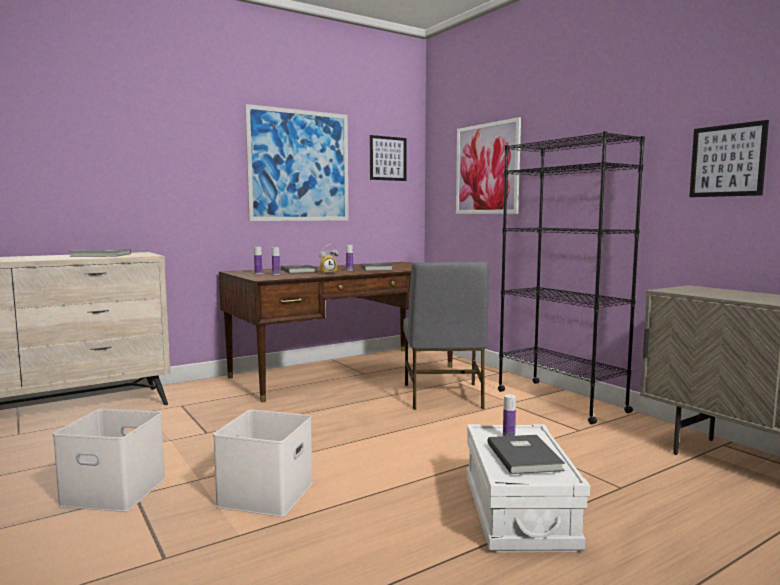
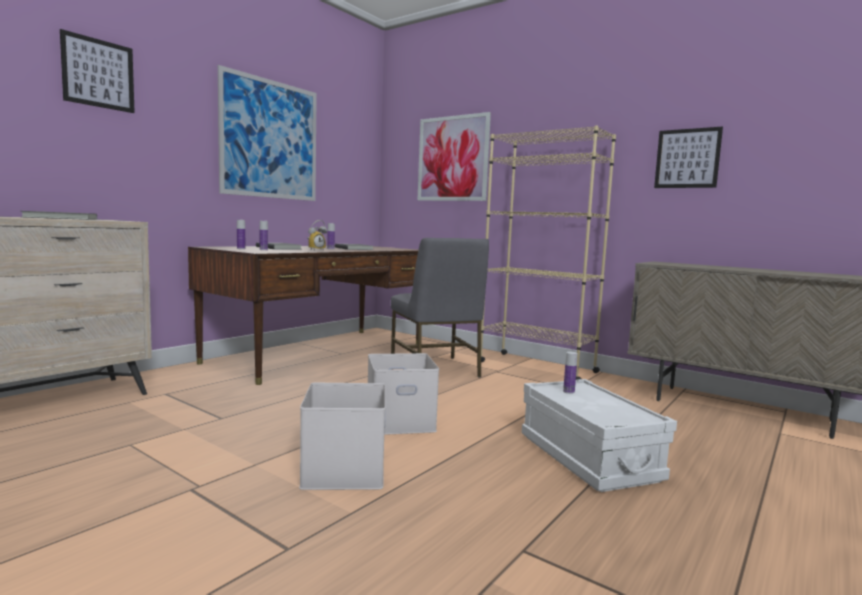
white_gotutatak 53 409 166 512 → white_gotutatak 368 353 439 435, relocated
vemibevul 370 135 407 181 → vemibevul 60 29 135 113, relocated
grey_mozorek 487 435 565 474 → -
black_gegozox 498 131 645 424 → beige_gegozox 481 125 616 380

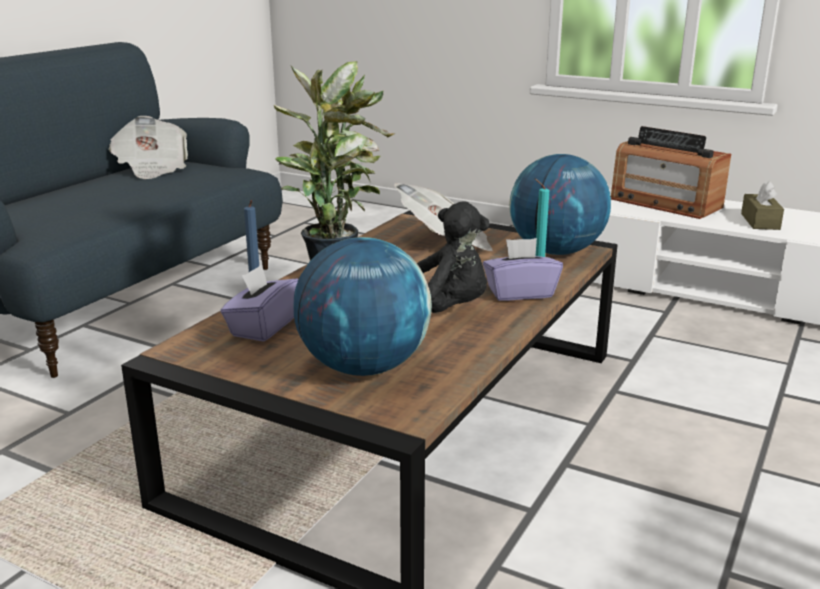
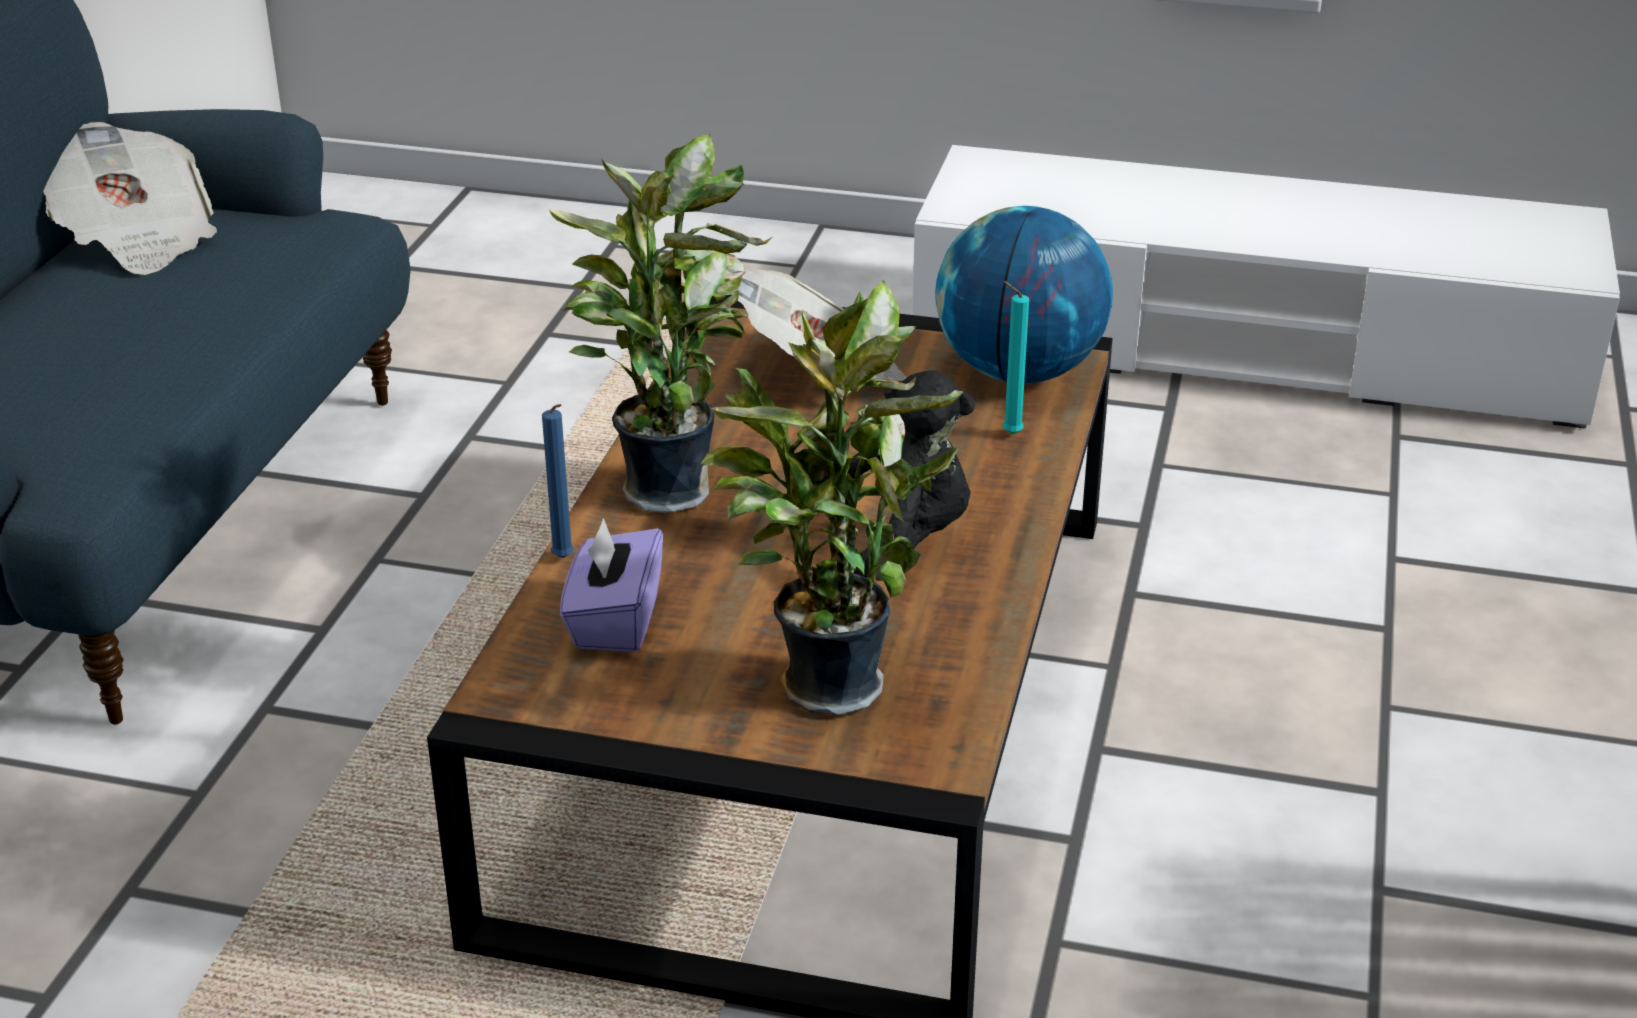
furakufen 294 237 432 376 → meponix 701 280 964 715
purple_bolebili 483 238 563 301 → -
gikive 611 126 731 219 → -
brown_bolebili 741 181 784 230 → -

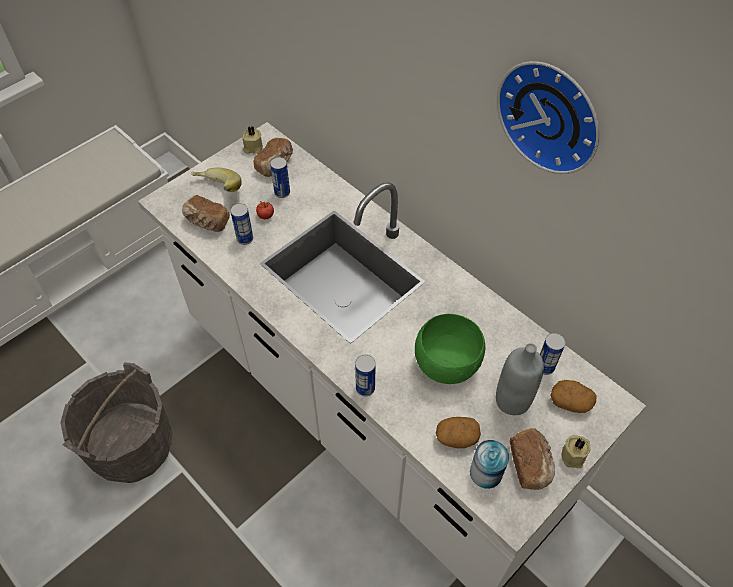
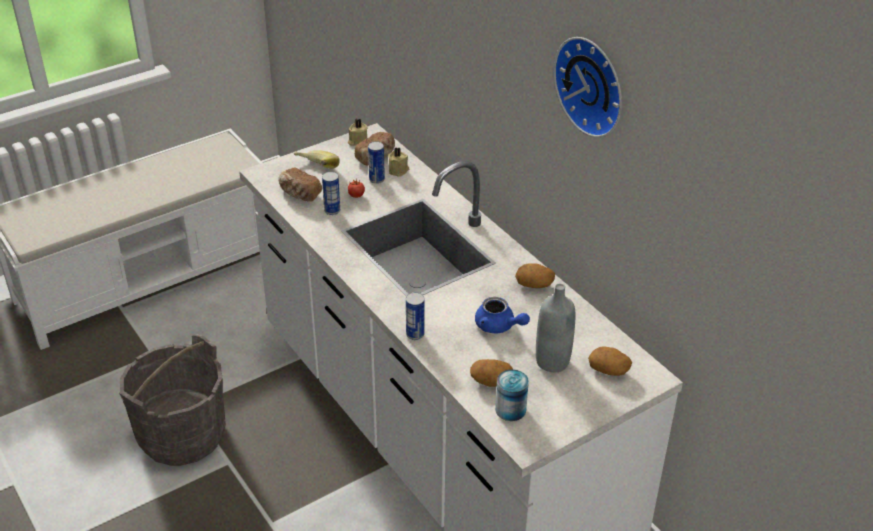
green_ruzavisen 415 314 485 384 → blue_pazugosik 475 297 530 334
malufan 510 428 555 490 → -
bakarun 540 333 566 375 → -
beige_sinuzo 561 435 591 469 → beige_sinuzo 388 147 409 177, relocated
- → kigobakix 515 263 555 288

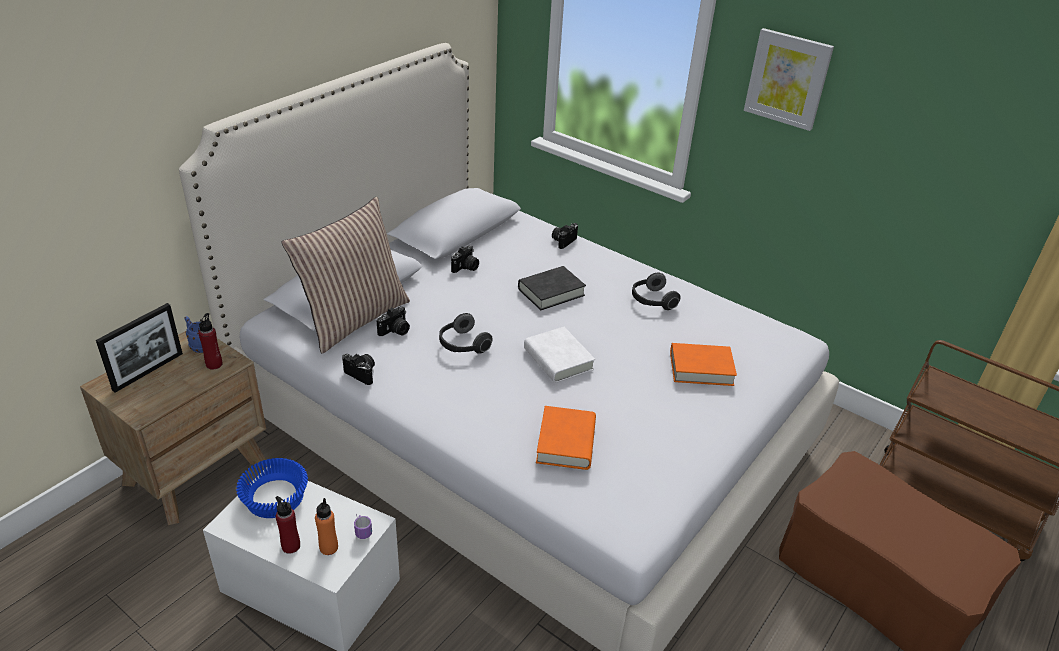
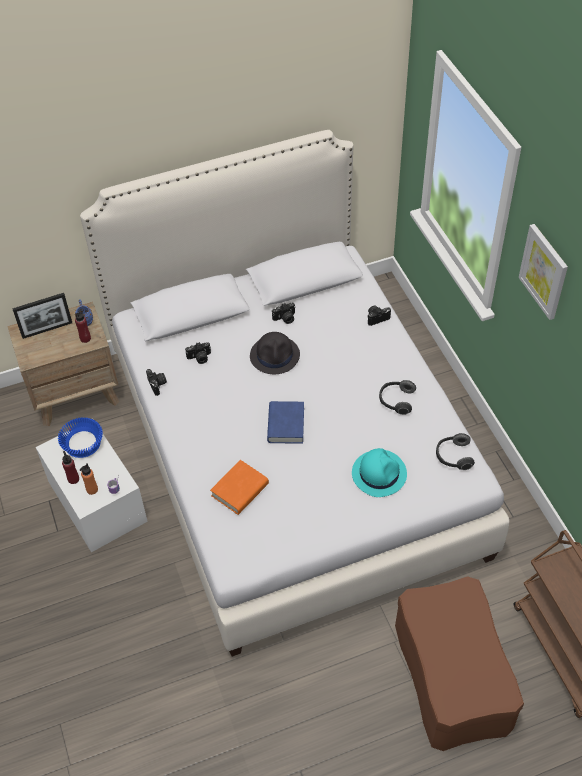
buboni 281 197 410 354 → -
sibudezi 439 313 493 354 → sibudezi 436 433 475 470, relocated
black_mozorek 518 266 586 310 → -
white_mozorek 524 327 595 383 → blue_mozorek 267 401 304 444
orange_mozorek 670 343 737 386 → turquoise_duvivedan 352 448 407 497
- → black_duvivedan 250 332 300 374

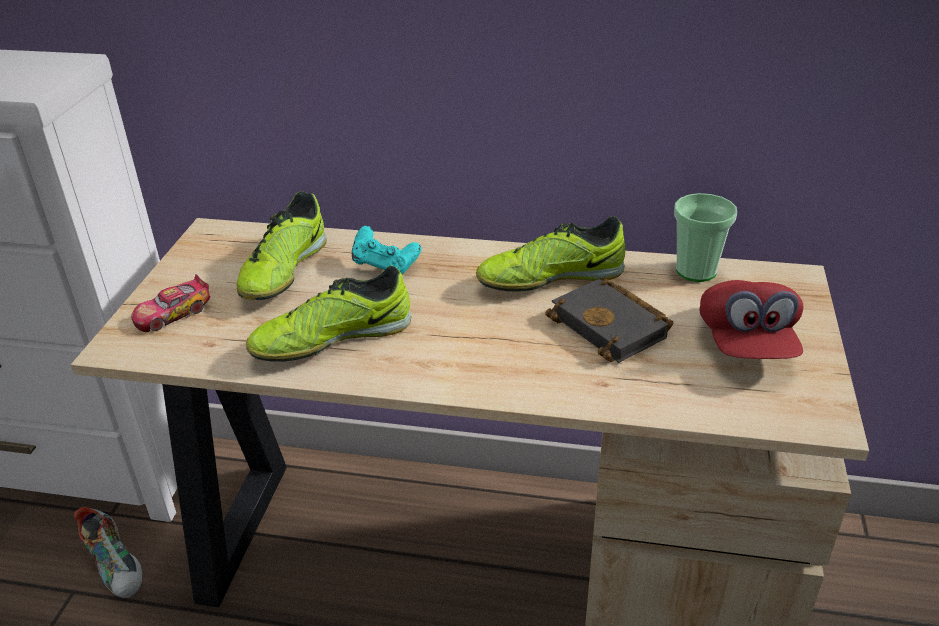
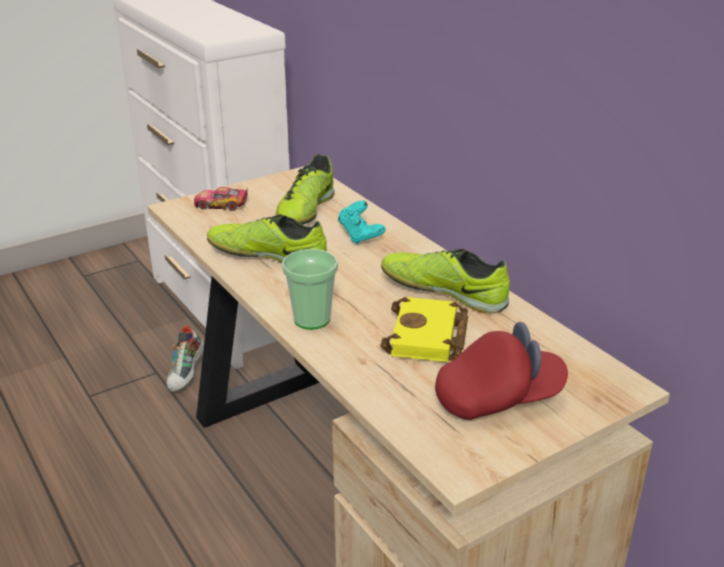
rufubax 236 191 327 300 → rufubax 276 154 335 225, 45 degrees counterclockwise
black_mozorek 545 279 673 363 → yellow_mozorek 380 297 468 362
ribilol 674 193 737 282 → ribilol 282 249 338 330, relocated
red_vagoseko 700 280 803 359 → red_vagoseko 435 322 568 420, 150 degrees counterclockwise

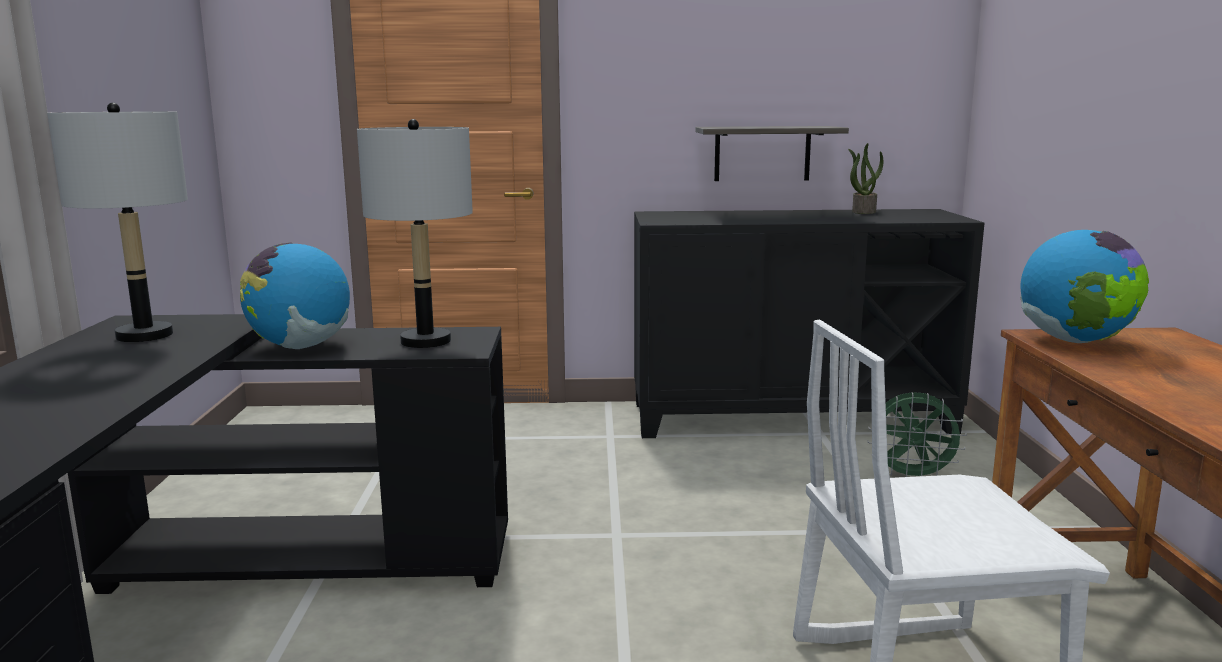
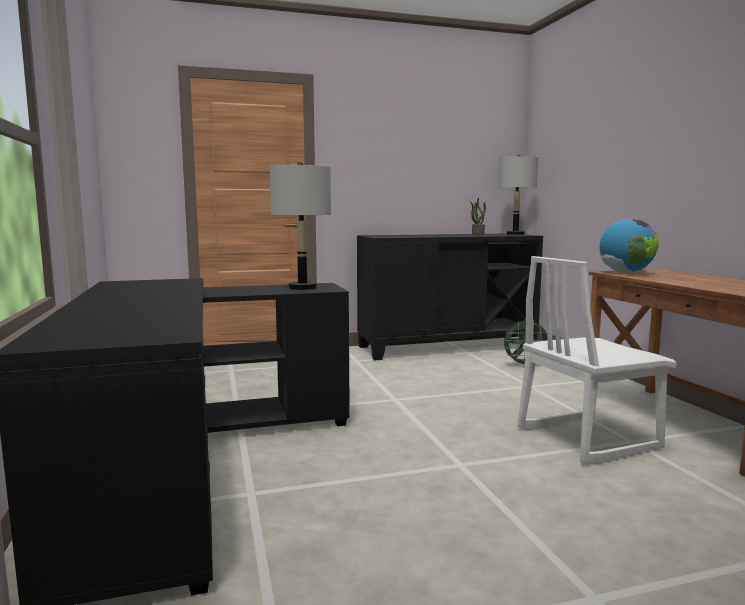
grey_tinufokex 47 102 188 342 → grey_tinufokex 498 155 538 235, relocated
furakufen 240 242 350 349 → -
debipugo 695 126 849 181 → -

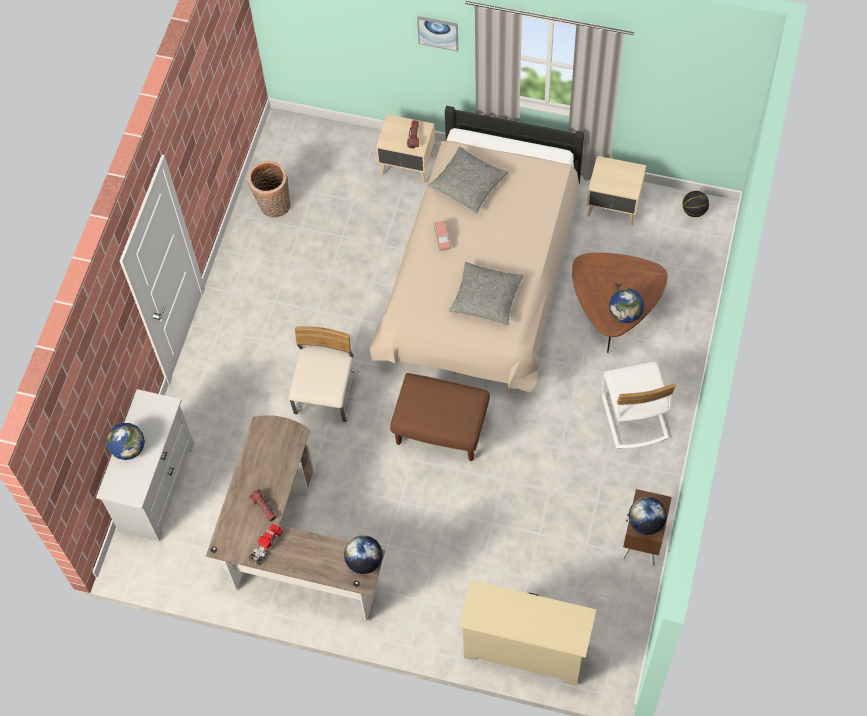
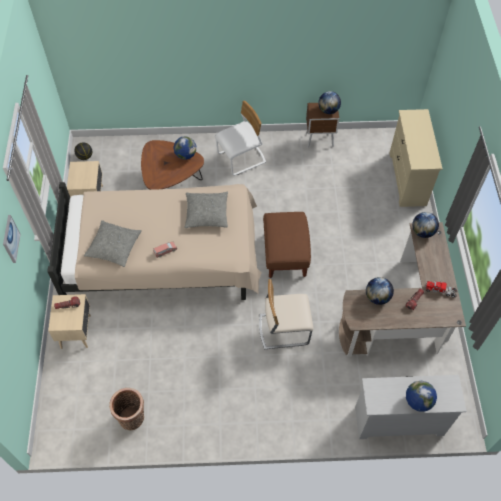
- → furakufen 366 277 394 305

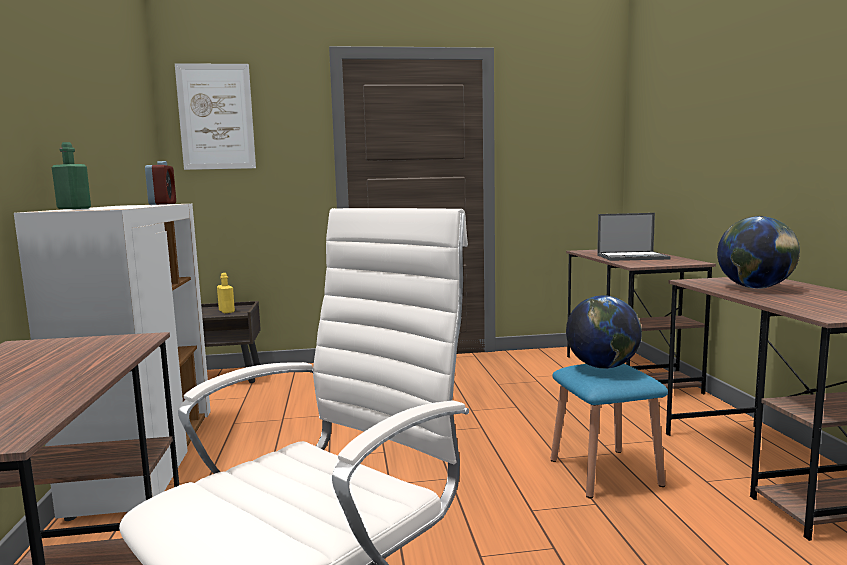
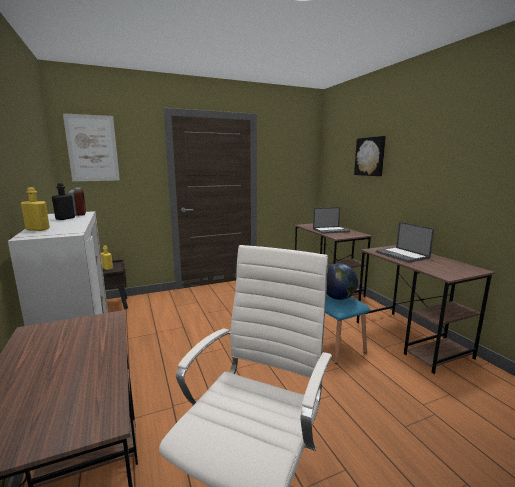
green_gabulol 52 142 91 209 → yellow_gabulol 21 187 50 231
furakufen 717 216 800 289 → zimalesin 376 222 434 263
- → black_gabulol 52 183 75 220
- → vemibevul 354 136 386 176

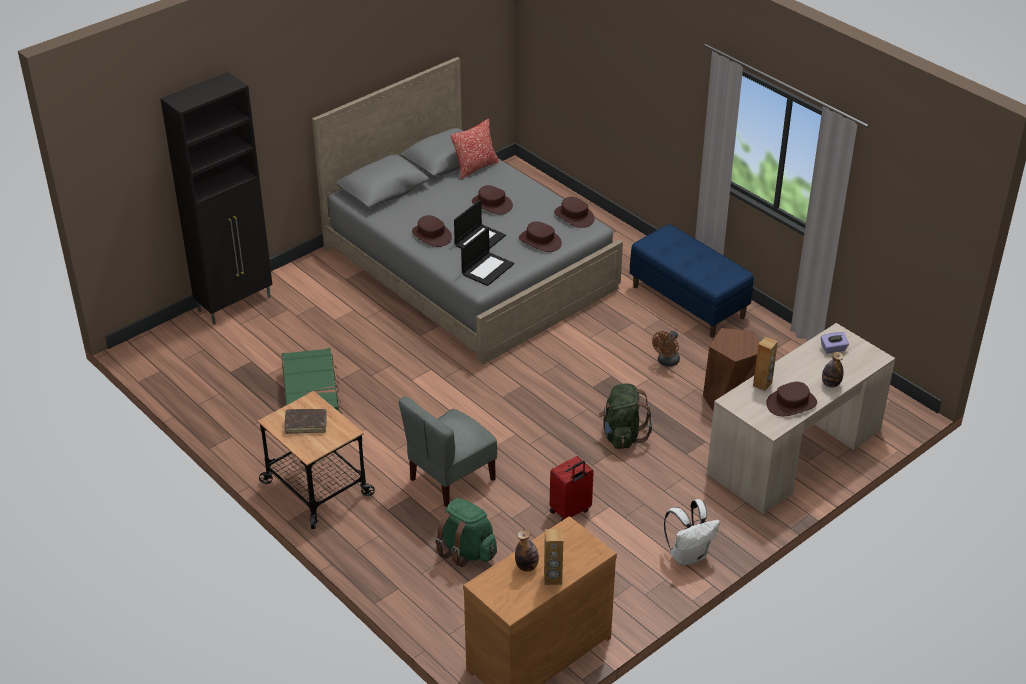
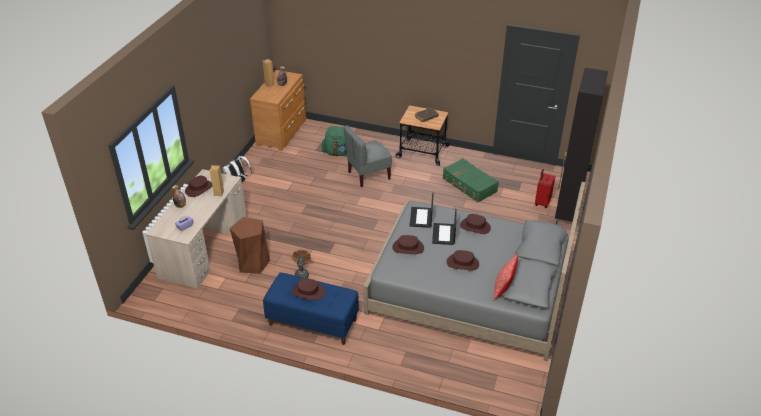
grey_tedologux 399 396 497 507 → grey_tedologux 344 126 392 187, 135 degrees counterclockwise
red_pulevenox 550 456 594 521 → red_pulevenox 535 169 555 208, relocated
brown_duvivedan 554 197 595 228 → brown_duvivedan 292 278 325 300, relocated
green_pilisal 599 383 653 449 → -

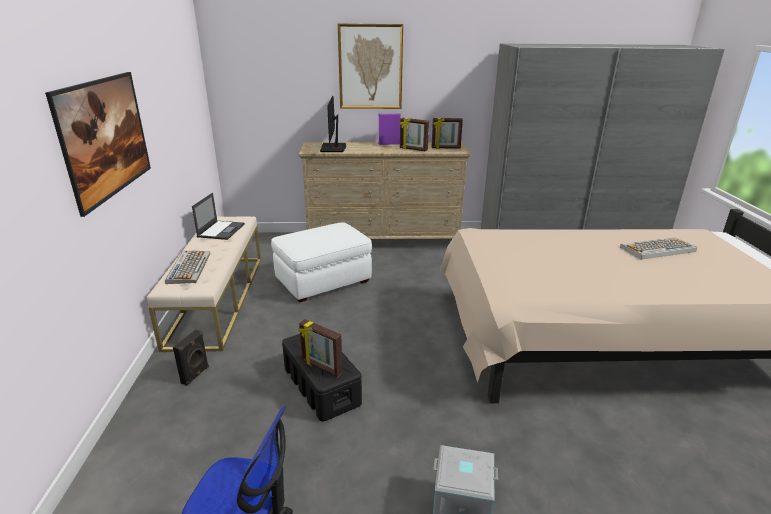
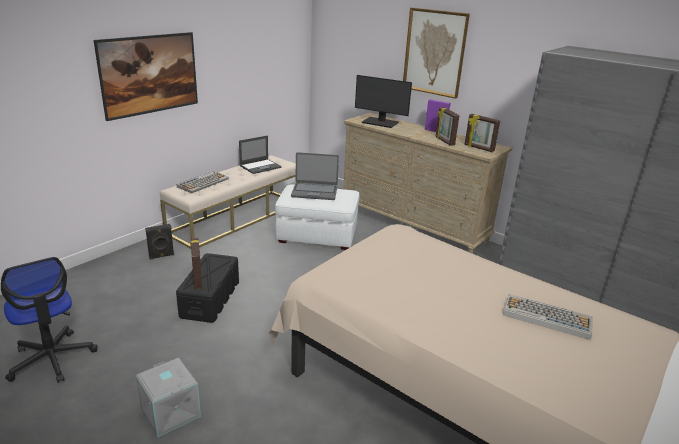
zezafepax 320 96 346 152 → zezafepax 355 75 412 128, 105 degrees counterclockwise
- → zimalesin 291 152 339 200

